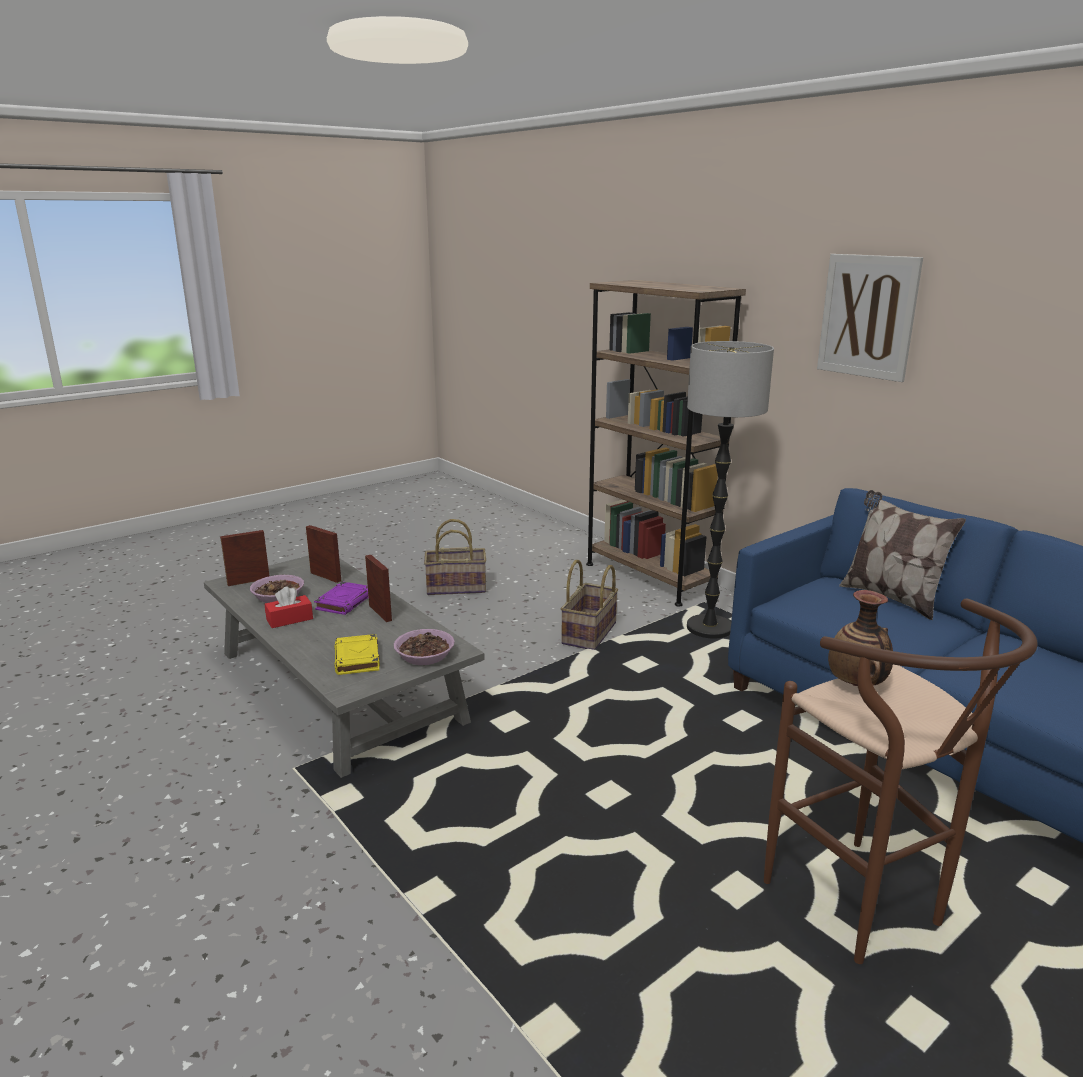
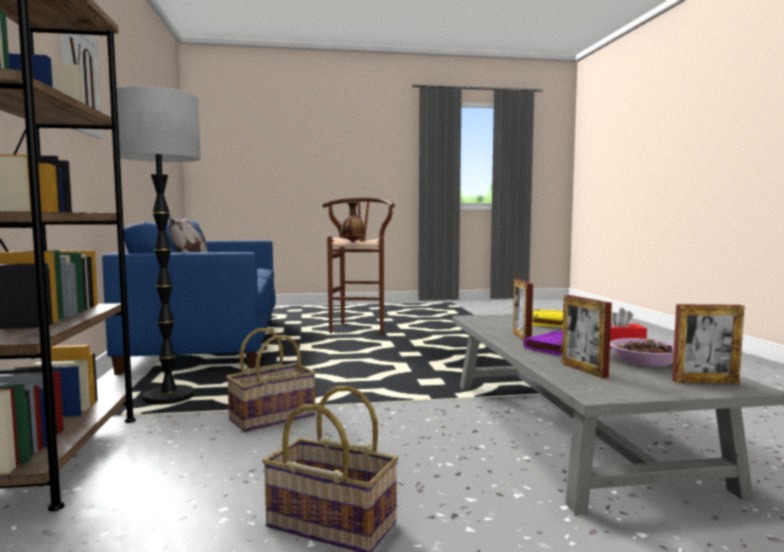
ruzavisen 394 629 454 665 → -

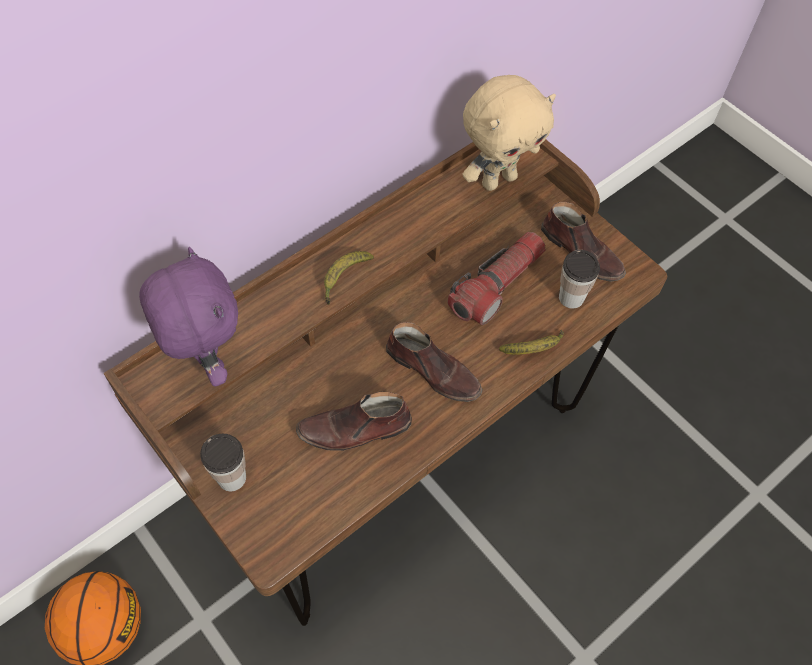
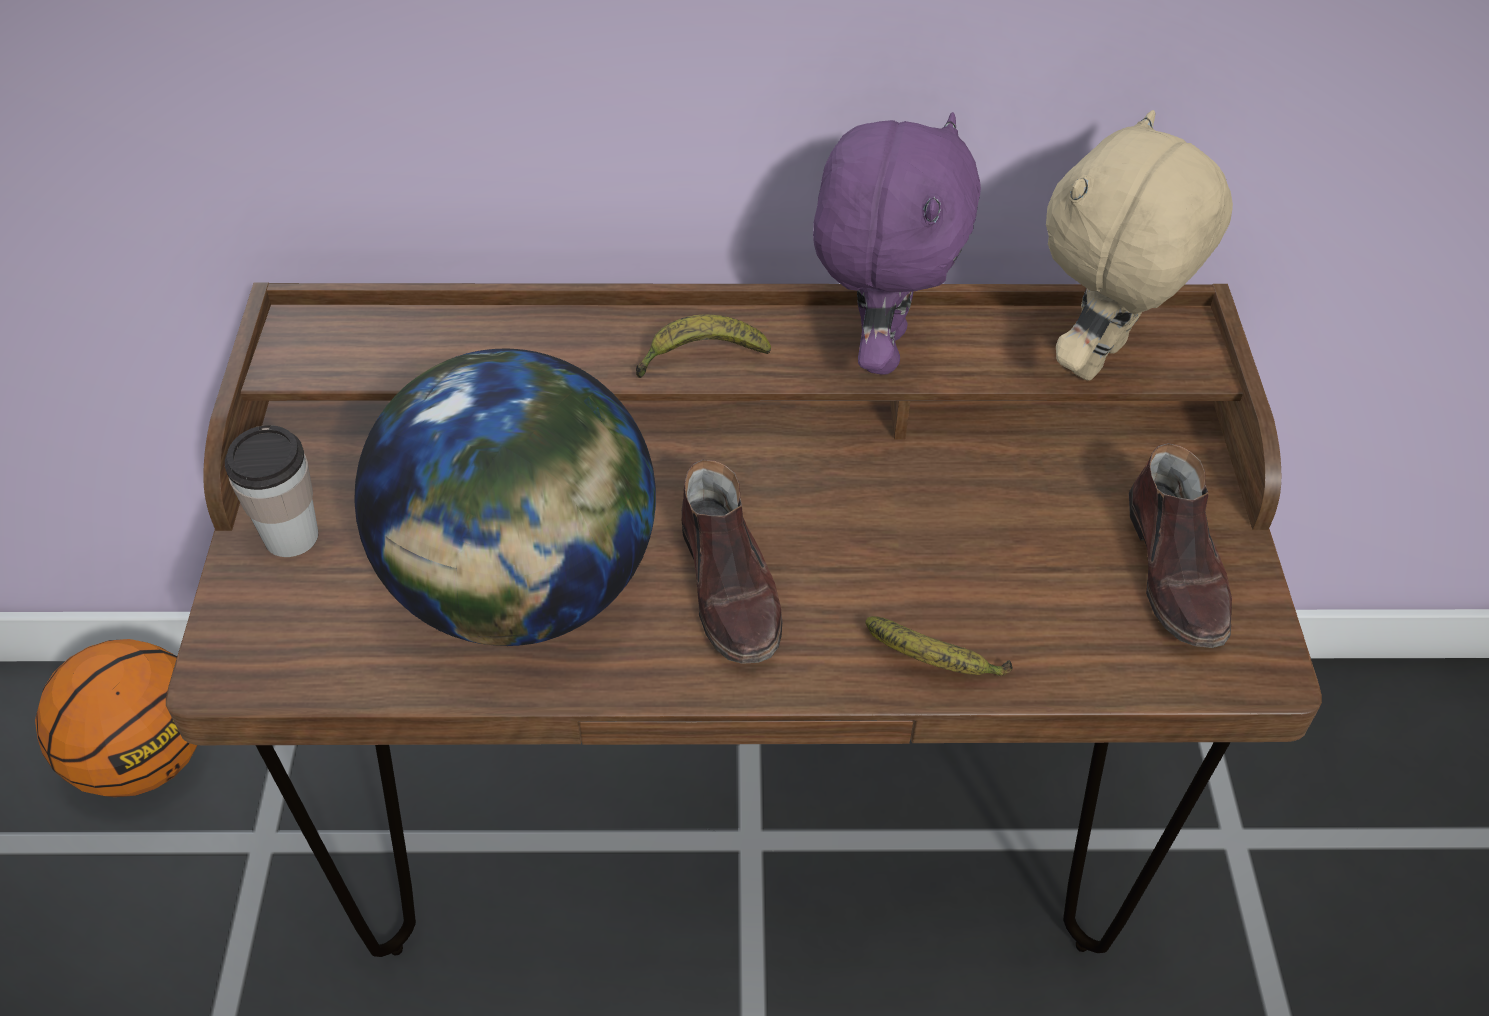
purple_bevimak 139 247 238 387 → purple_bevimak 813 112 981 375, relocated
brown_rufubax 296 392 412 451 → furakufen 354 348 656 646
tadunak 448 232 546 325 → -
beige_bevimak 462 75 556 191 → beige_bevimak 1046 110 1233 381, 120 degrees clockwise
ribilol 559 250 600 308 → -

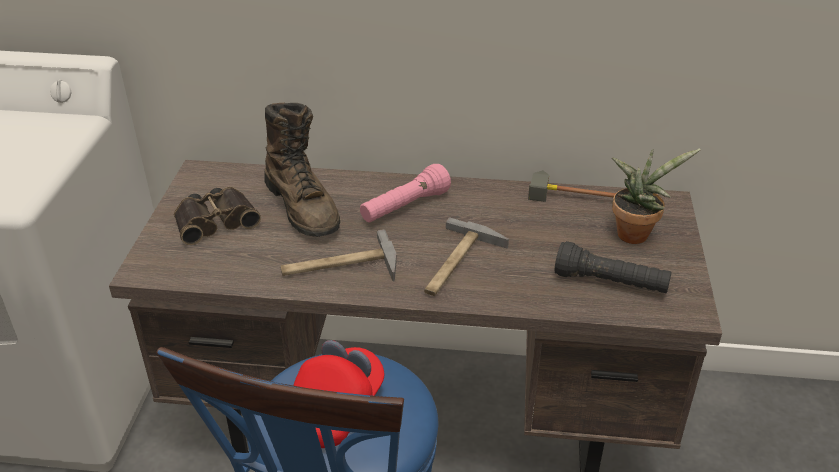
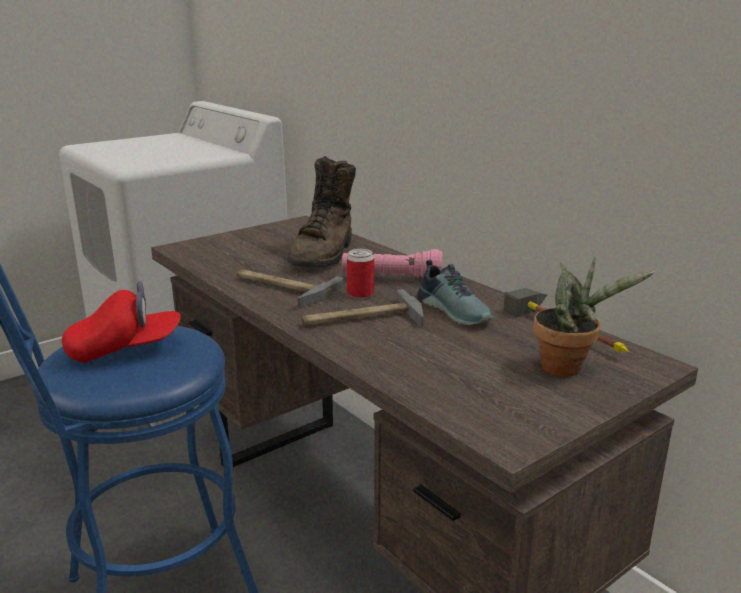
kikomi 174 187 261 245 → -
black_tadunak 555 241 672 293 → -
- → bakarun 347 249 374 299
- → rufubax 417 260 493 325

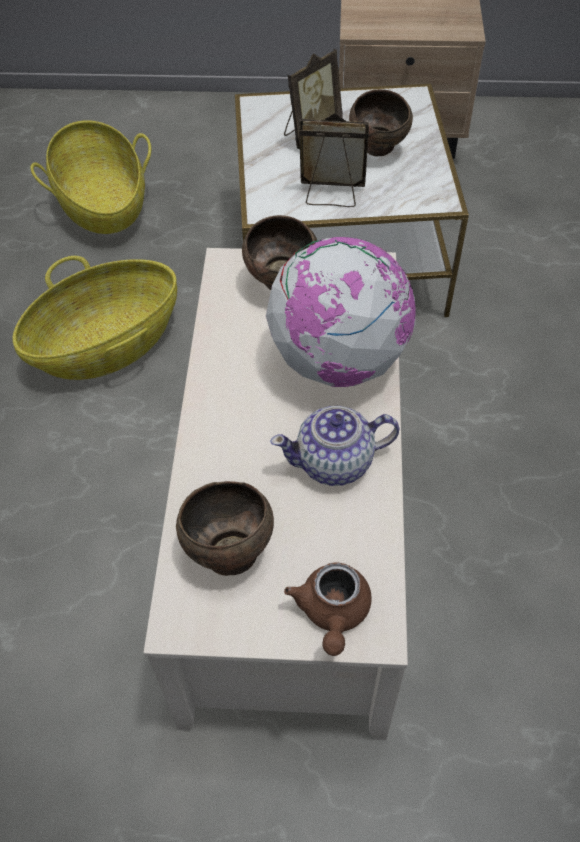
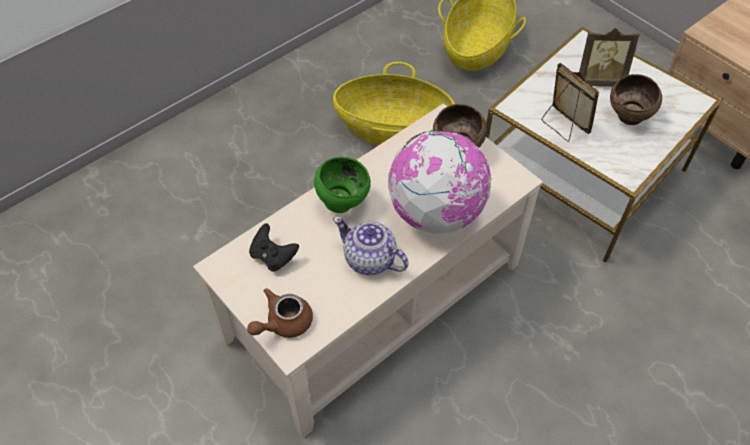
brown_ruzavisen 176 481 274 576 → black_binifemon 249 223 299 272
- → green_ruzavisen 314 157 371 213

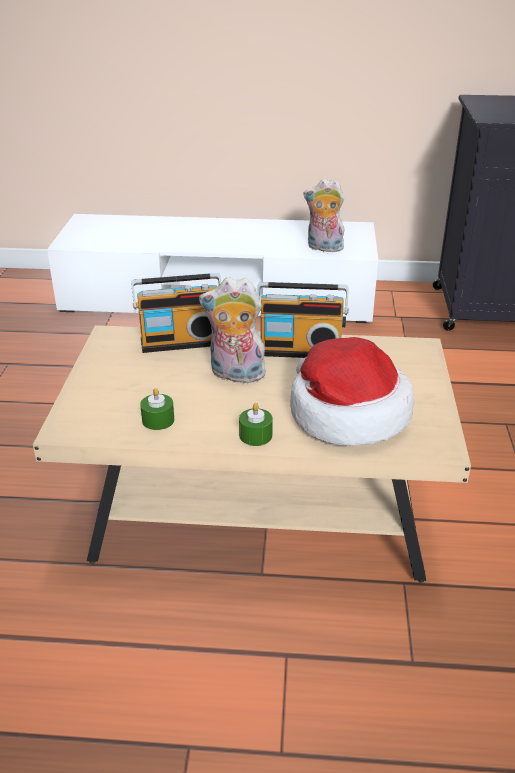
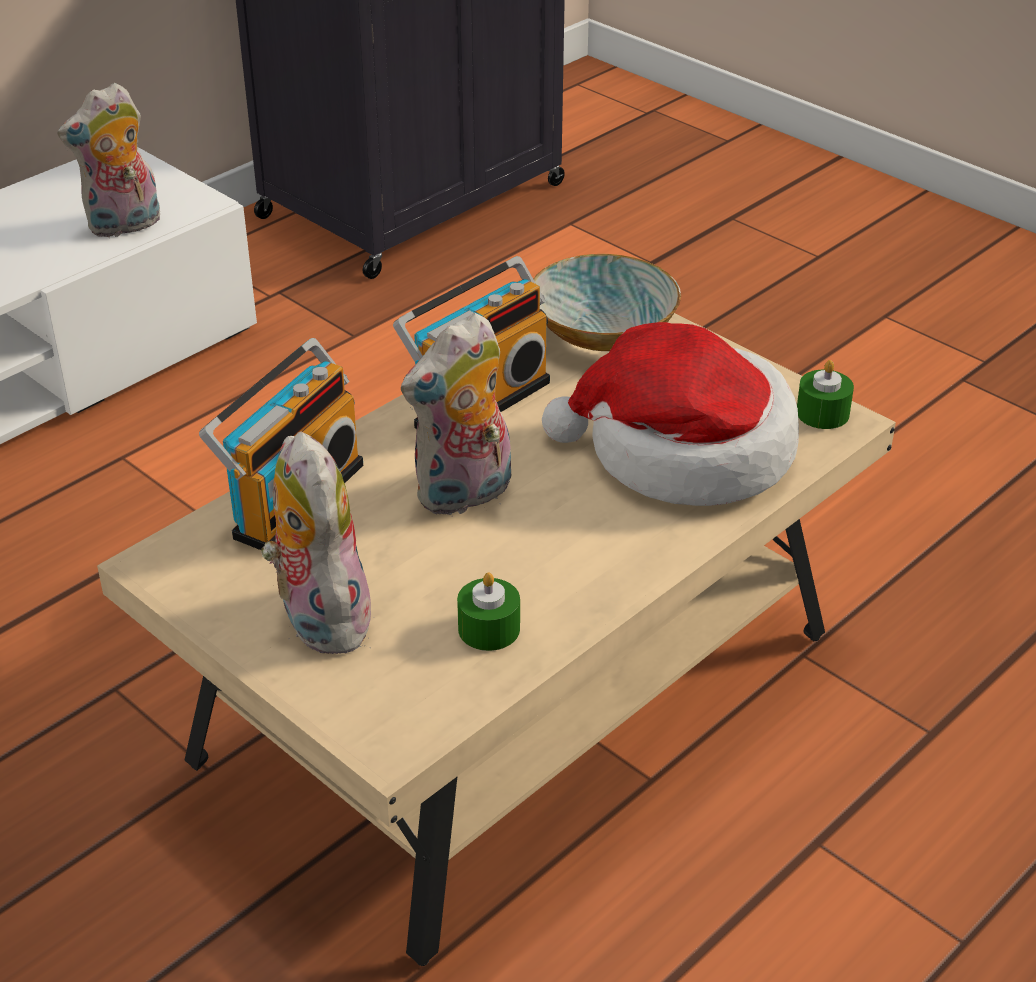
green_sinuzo 239 403 273 446 → green_sinuzo 797 360 854 429, relocated
- → bevimak 260 431 377 654
- → ruzavisen 534 254 681 351

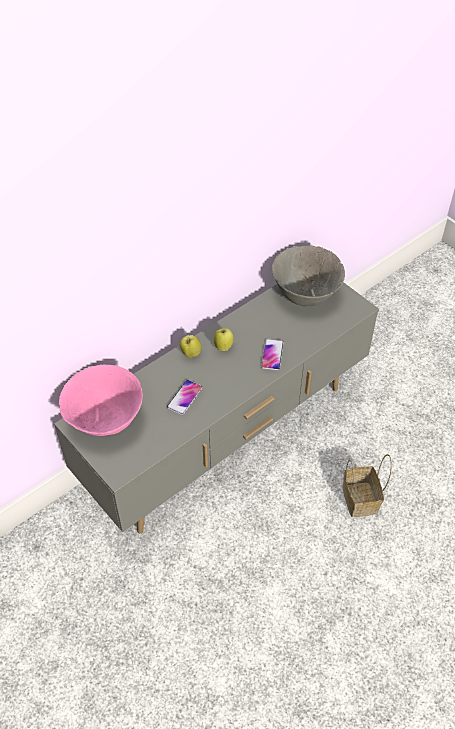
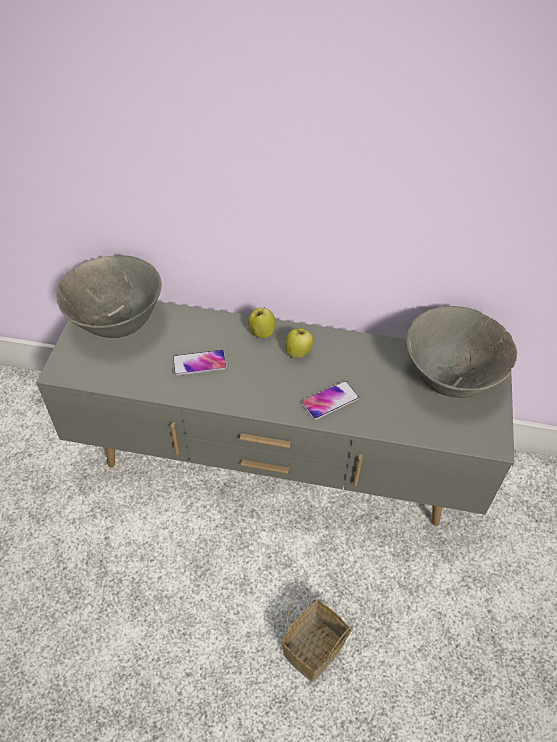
pink_ruzavisen 59 365 143 436 → grey_ruzavisen 56 255 162 338

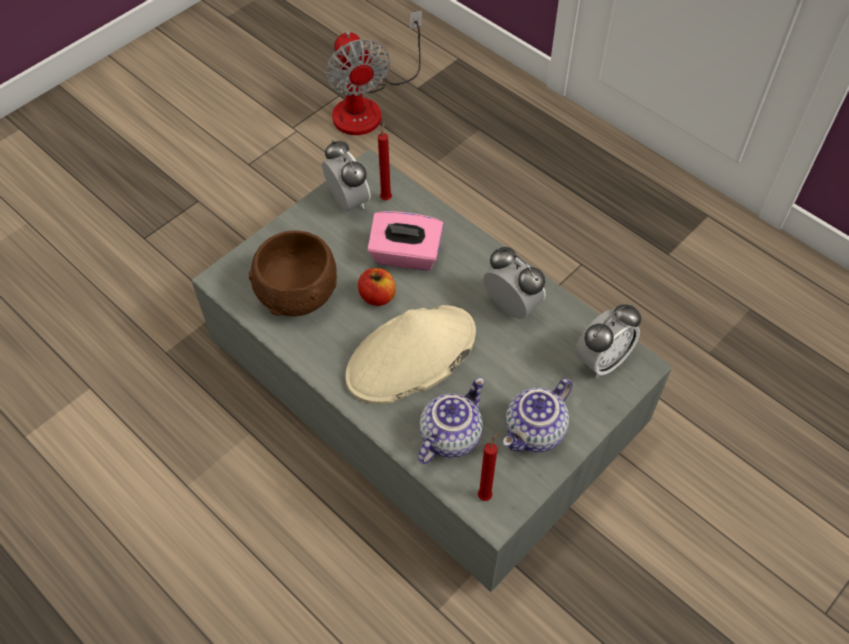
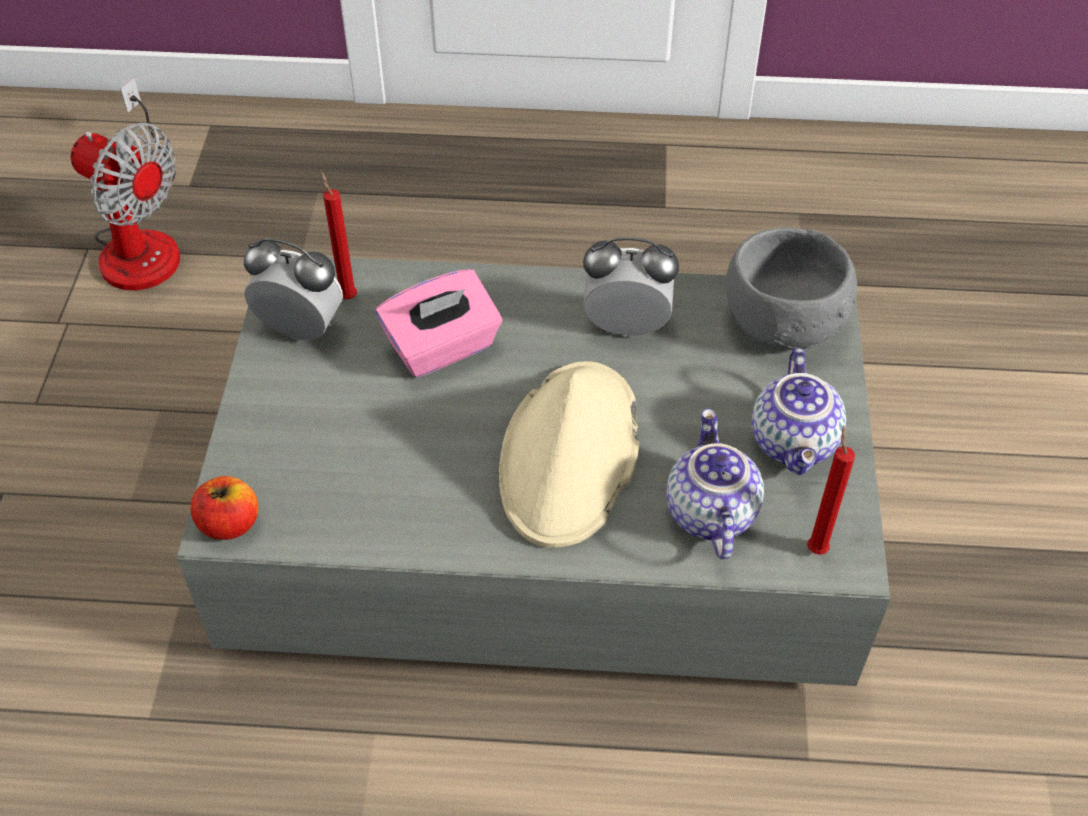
brown_ruzavisen 249 231 337 317 → -
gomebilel 358 268 396 306 → gomebilel 190 476 258 540, relocated
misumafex 575 304 641 377 → grey_ruzavisen 726 227 857 350

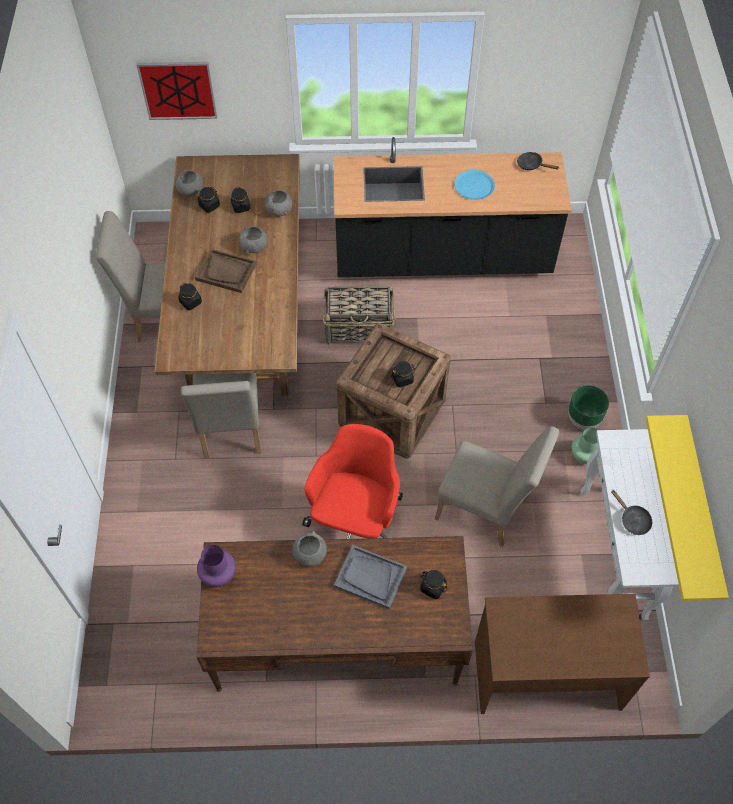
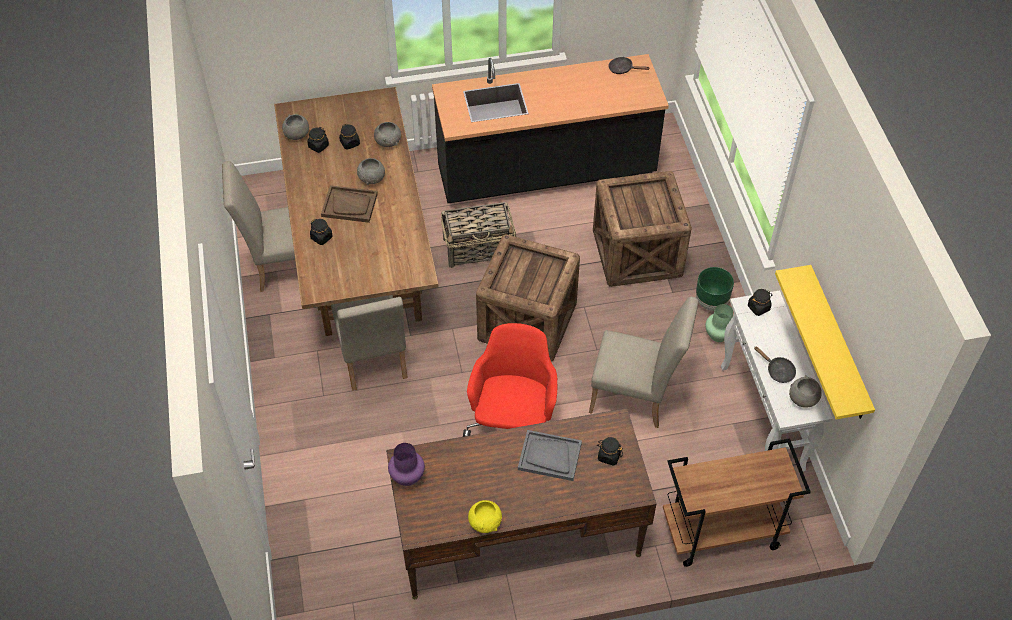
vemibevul 137 62 217 120 → -
grey_ruzavisen 292 531 327 567 → grey_ruzavisen 789 375 822 408, relocated
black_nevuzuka 391 361 415 387 → black_nevuzuka 748 289 772 316, relocated
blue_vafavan 454 170 495 200 → -
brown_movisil 475 594 650 714 → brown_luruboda 663 438 811 567
- → yellow_ruzavisen 468 500 502 533
- → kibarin 593 171 692 287

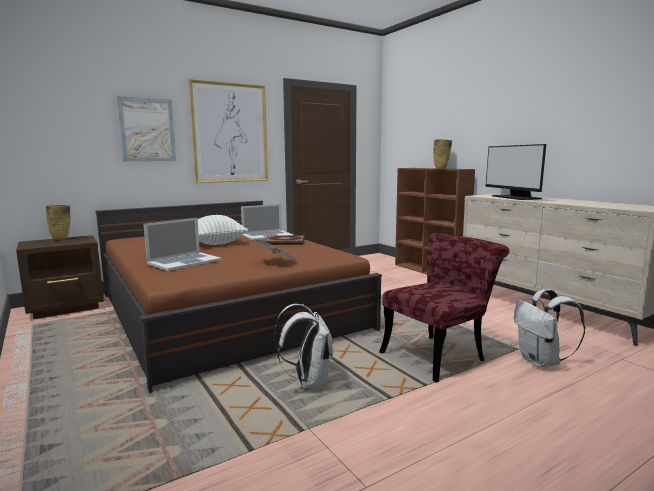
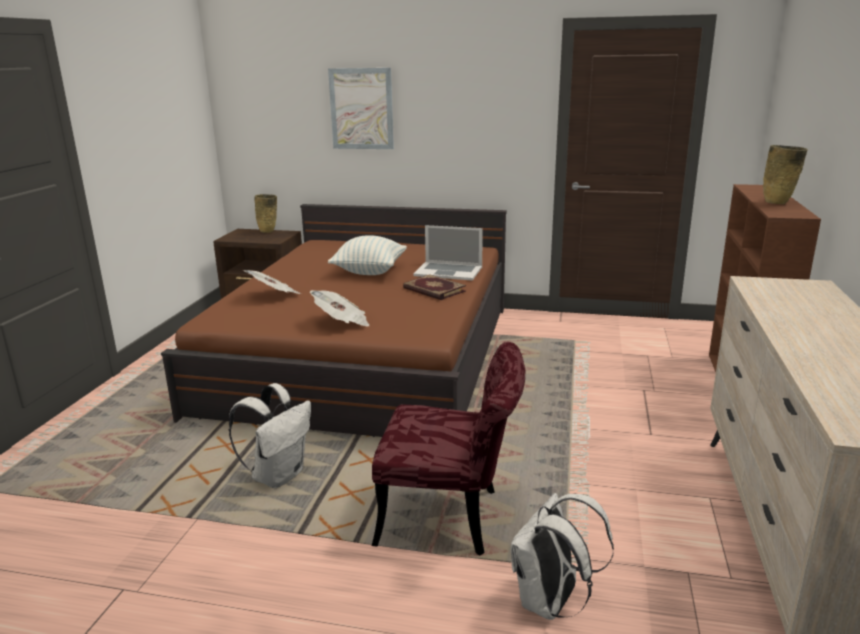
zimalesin 144 218 222 271 → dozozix 243 270 301 294
vemibevul 189 79 268 183 → -
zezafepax 485 144 546 200 → -

